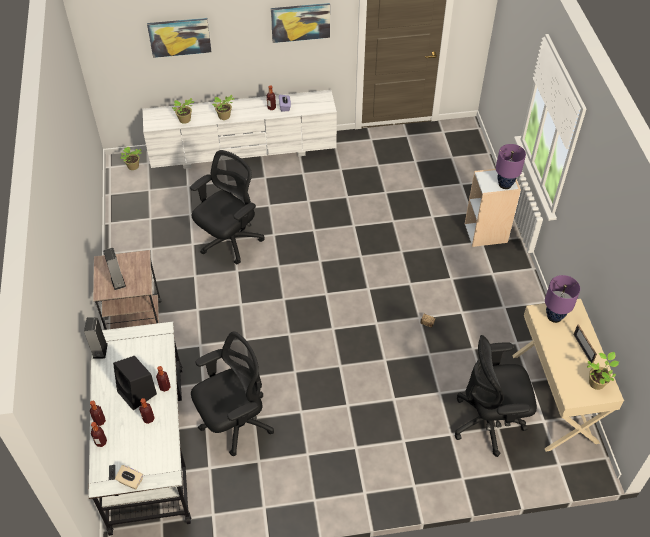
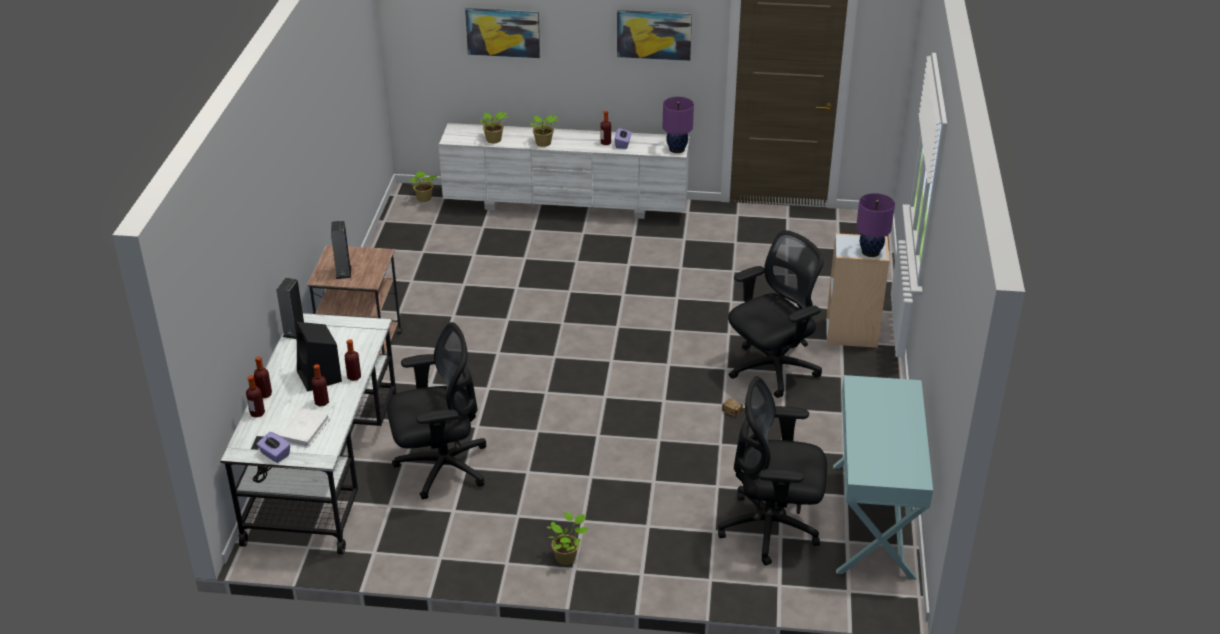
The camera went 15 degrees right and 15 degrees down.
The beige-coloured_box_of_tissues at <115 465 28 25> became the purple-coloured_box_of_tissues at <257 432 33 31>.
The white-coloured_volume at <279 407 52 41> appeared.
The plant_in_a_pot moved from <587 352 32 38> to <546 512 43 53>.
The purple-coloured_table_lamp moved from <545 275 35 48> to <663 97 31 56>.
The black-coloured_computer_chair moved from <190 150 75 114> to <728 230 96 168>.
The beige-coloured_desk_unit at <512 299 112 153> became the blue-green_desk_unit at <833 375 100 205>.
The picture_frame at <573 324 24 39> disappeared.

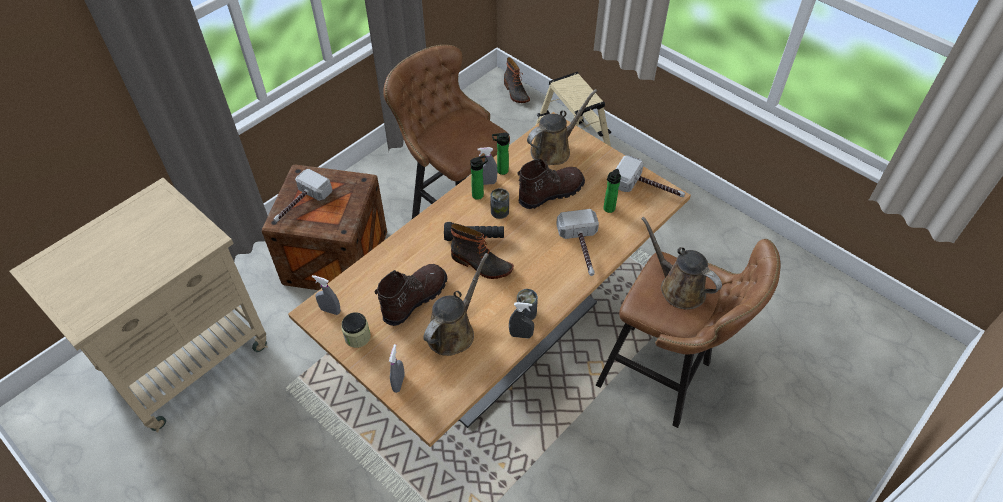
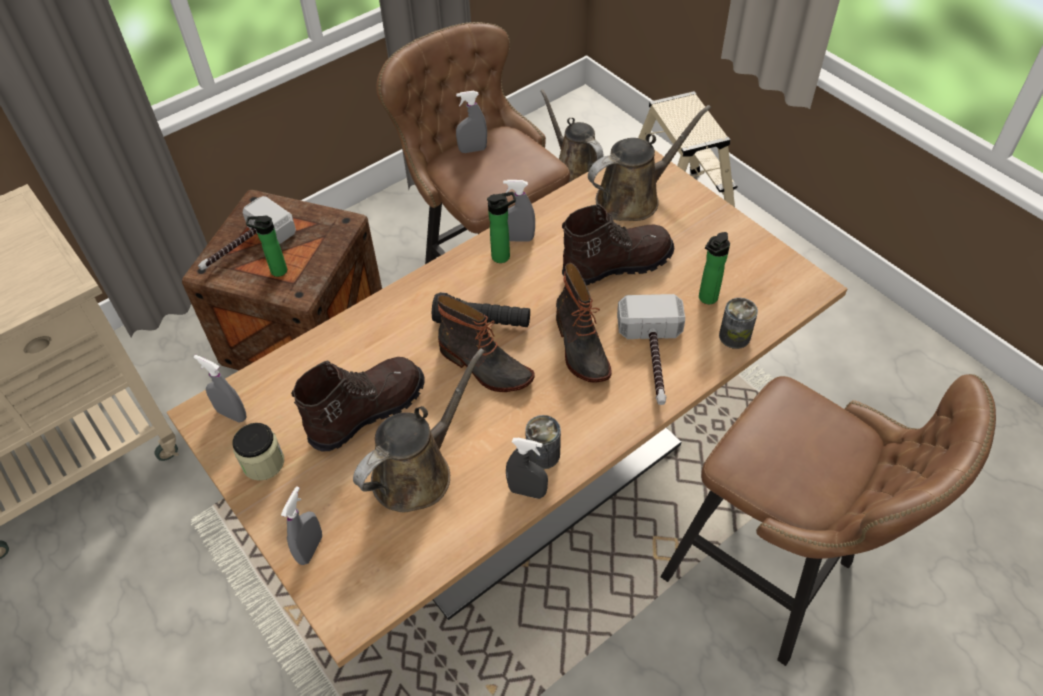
The camera went 10 degrees right and 0 degrees up.
The beverage_bottle moved from <492 132 17 43> to <246 215 41 62>.
The greyish_hand_sprayer at <456 91 31 62> appeared.
The brownish_sprinkling_can moved from <641 216 81 94> to <540 89 64 93>.
The tall_boot moved from <504 57 26 46> to <556 263 56 120>.
The sealed_can moved from <490 188 19 31> to <719 298 39 51>.
The hand_hammer at <616 155 69 42> disappeared.

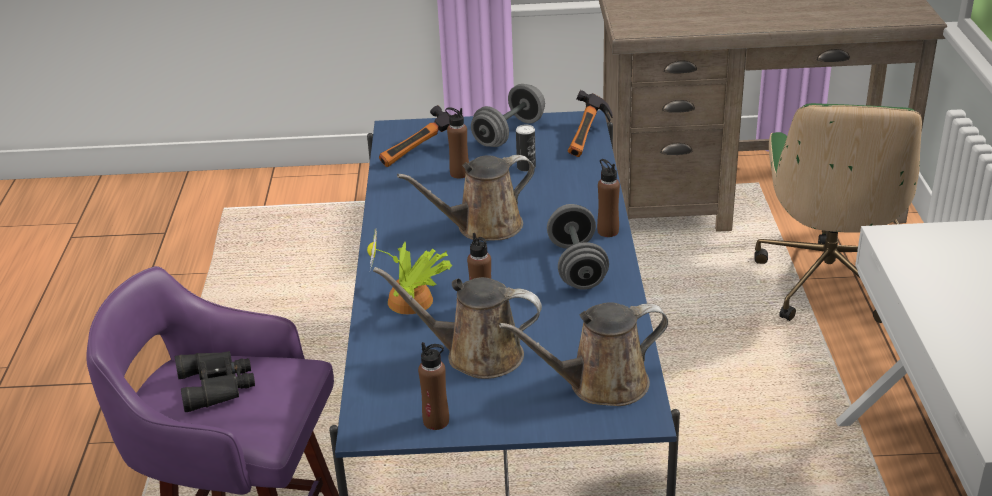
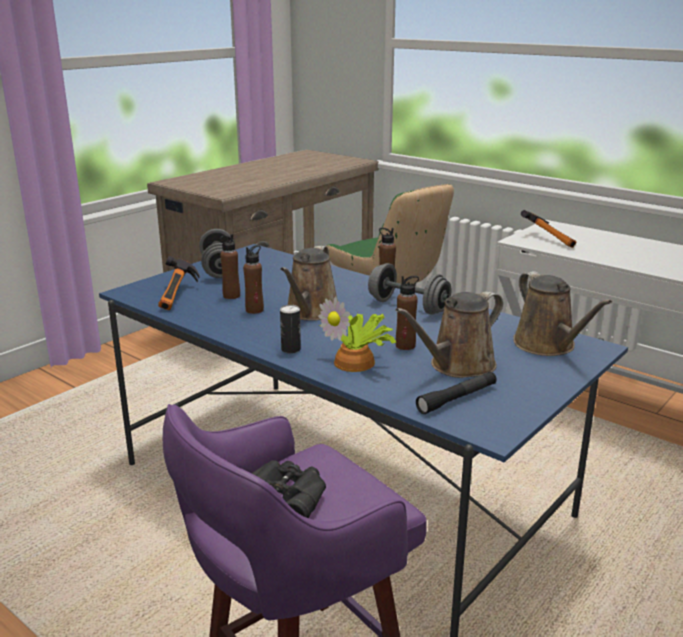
The camera went 50 degrees left and 10 degrees down.
The brownish_beverage_bottle moved from <418 342 31 88> to <243 245 21 69>.
The sealed_can moved from <516 125 20 46> to <280 305 21 48>.
The black-coloured_flashlight at <416 372 81 42> appeared.
The brownish_sprinkling_can at <499 302 169 104> turned 45 degrees counterclockwise.
The hand_hammer moved from <568 90 45 67> to <521 210 55 38>.

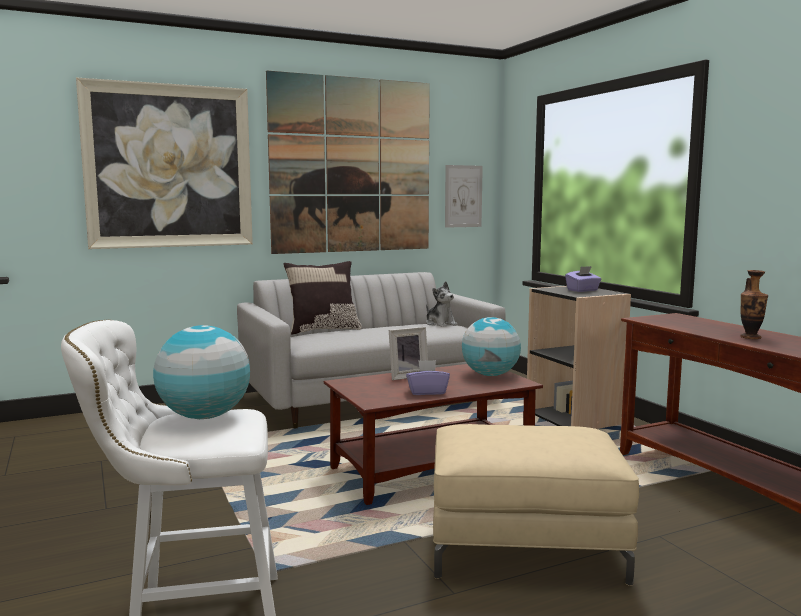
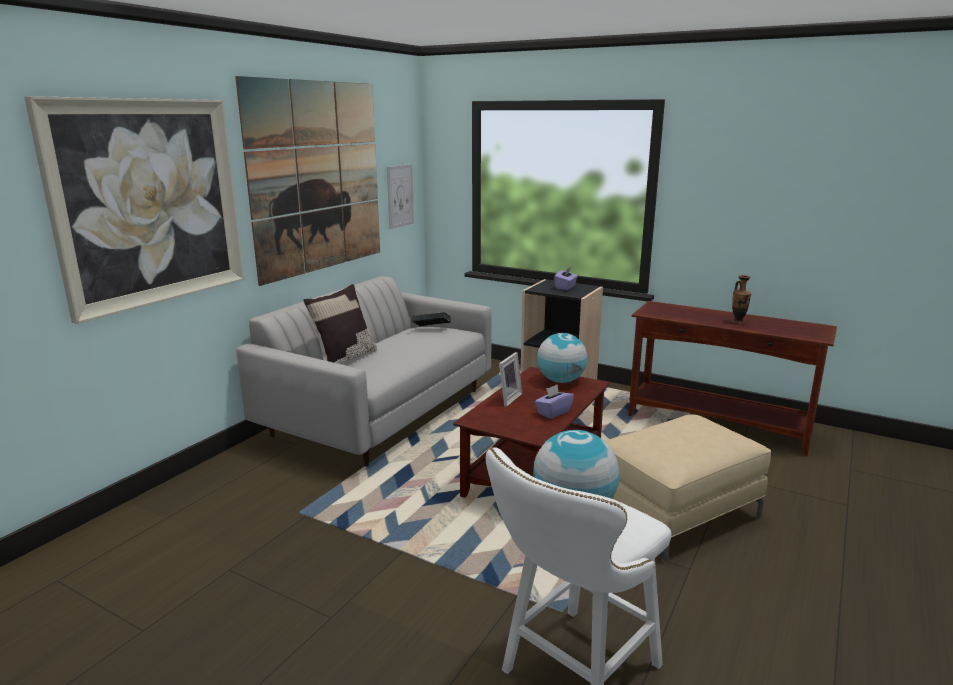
The camera went 35 degrees left and 10 degrees up.
The soft_toy at <426 281 32 46> was replaced by the volume at <412 312 39 14>.

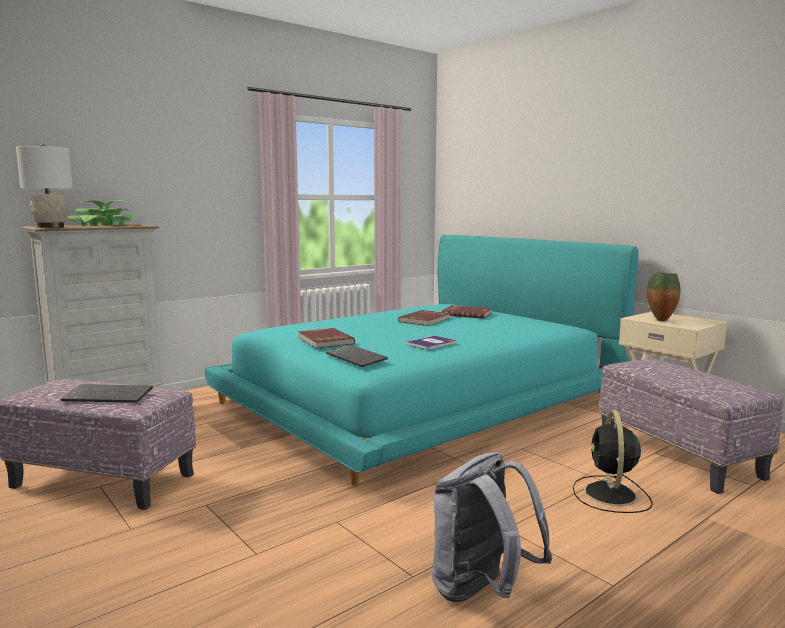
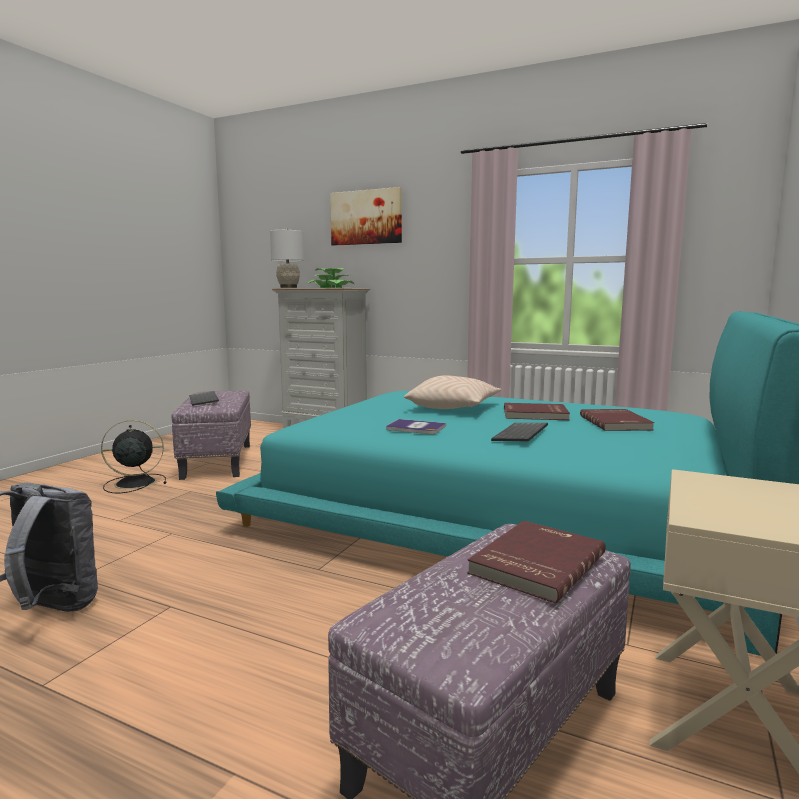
The camera went 65 degrees right and 0 degrees up.
The black-coloured_electric_fan moved from <573 410 80 103> to <101 420 65 73>.
The wall_picture at <330 187 72 59> appeared.
The beige-coloured_pillow at <404 375 98 34> appeared.
The red-coloured_volume moved from <298 328 57 21> to <467 521 139 83>.
The keyboard moved from <326 345 62 22> to <491 423 57 19>.
The vase at <646 272 34 49> disappeared.

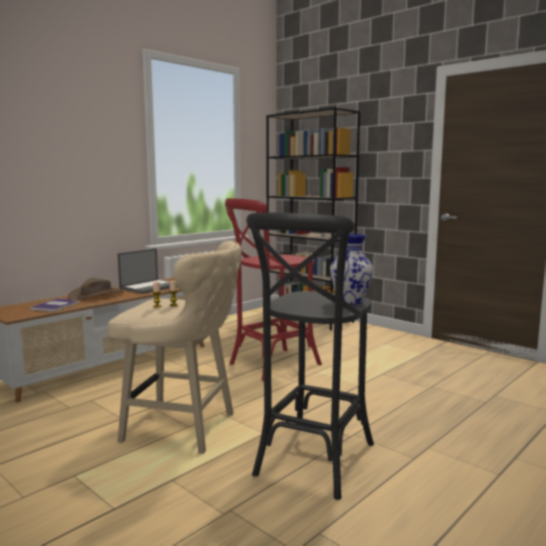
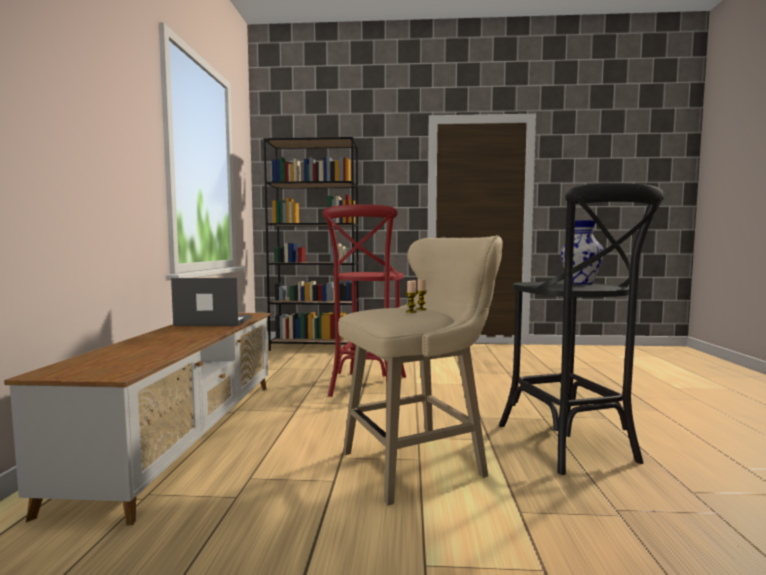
The camera went 40 degrees left and 5 degrees down.
The notebook_computer at <117 248 61 46> turned 90 degrees counterclockwise.
The volume at <30 298 49 14> disappeared.
The brownish_wearable_hat at <68 278 56 22> disappeared.

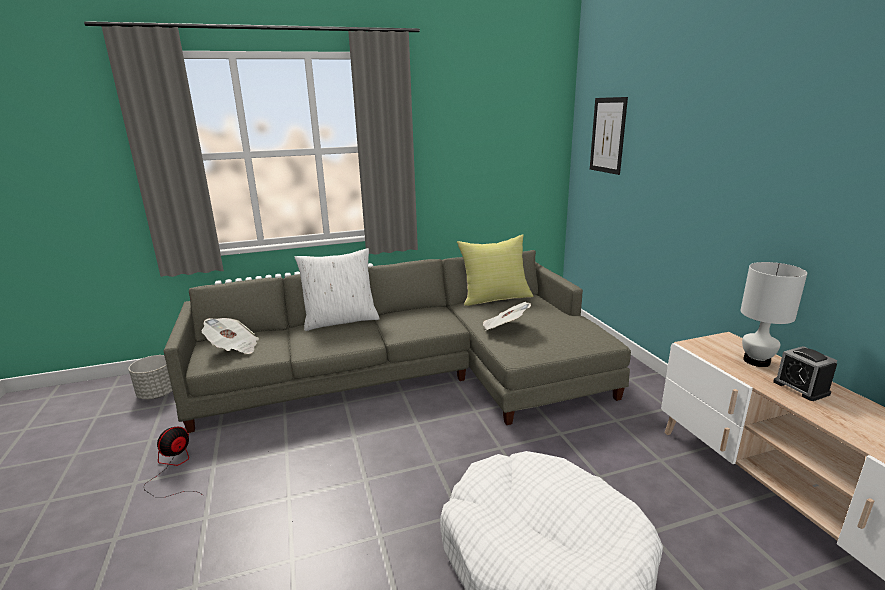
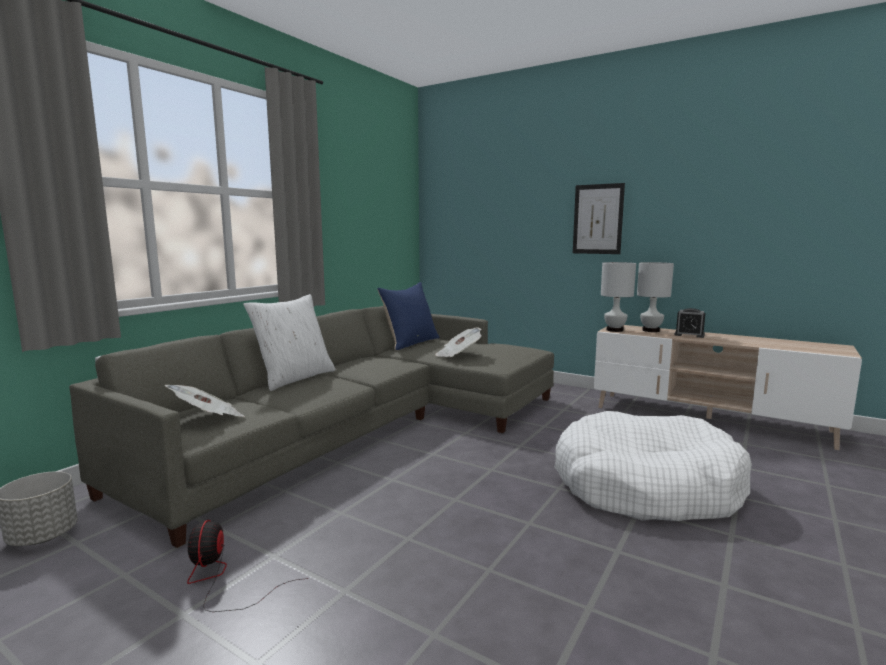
The camera went 40 degrees left and 10 degrees down.
The yellow-coloured_pillow at <457 234 76 72> became the blue-coloured_pillow at <377 282 63 68>.
The wall_picture moved from <590 97 38 78> to <573 183 52 71>.
The white-coloured_table_lamp at <601 262 35 70> appeared.

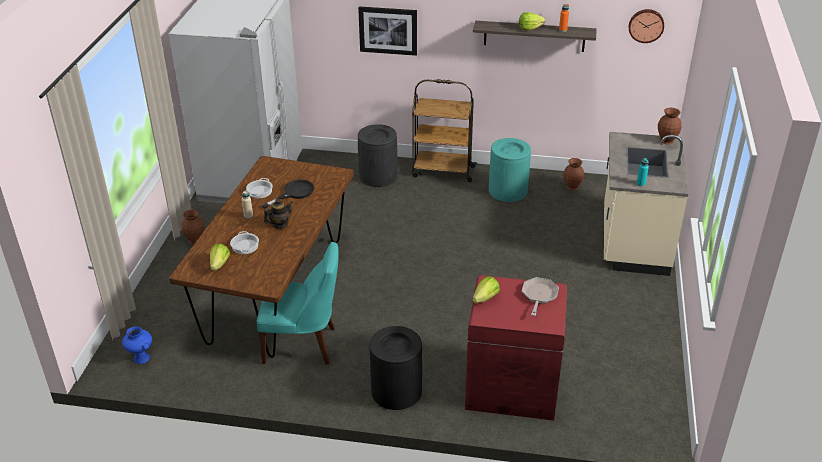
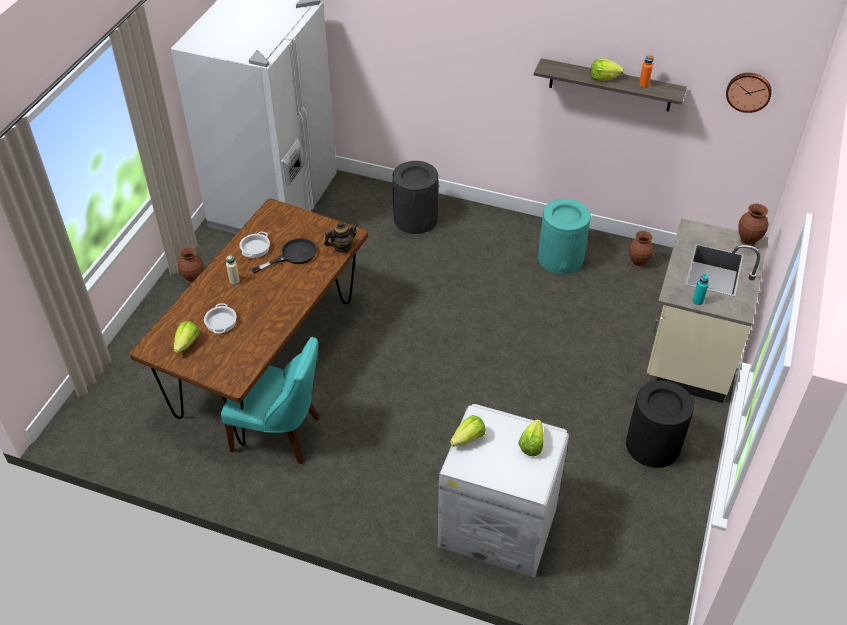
The camera went 10 degrees right and 10 degrees up.
The pot_for_tea moved from <264 199 29 29> to <324 222 34 30>.
The red-coloured_washing_machine at <465 275 102 145> became the white-coloured_washing_machine at <438 404 131 174>.
The pan at <522 277 37 39> was replaced by the lettuce_head at <518 419 26 37>.
The black-coloured_rubbish_bin moved from <369 326 53 84> to <626 381 68 87>.
The blue-coloured_vase at <122 326 30 38> disappeared.
The wall_picture at <358 6 59 50> disappeared.
The brownish_trolley at <411 79 67 104> disappeared.

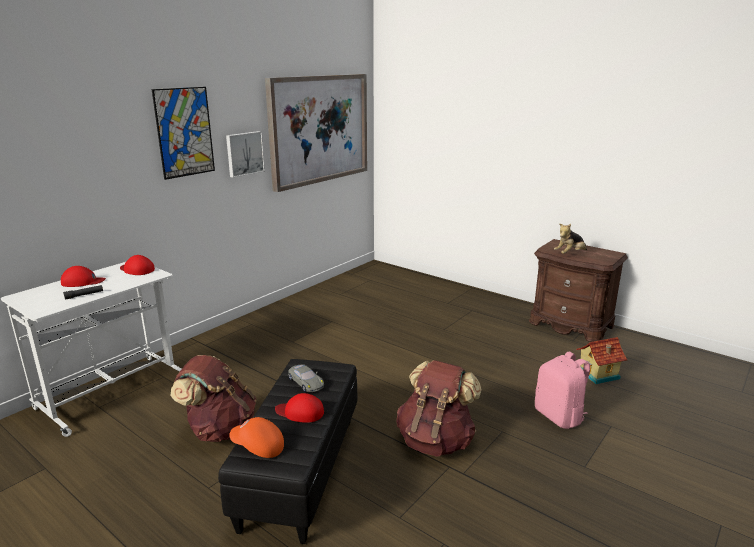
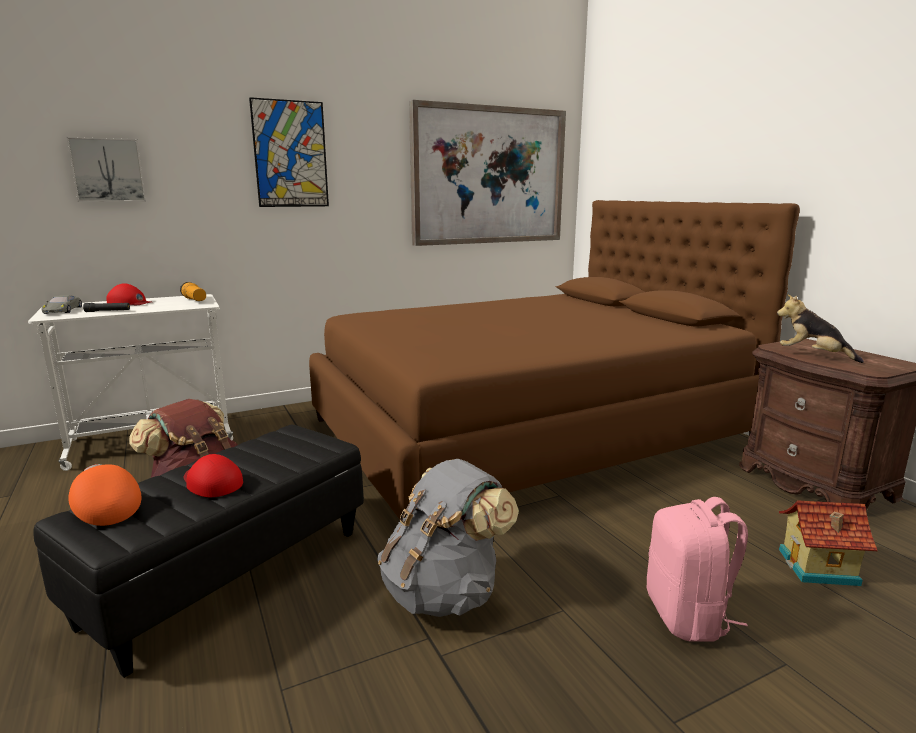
The camera went 25 degrees right and 5 degrees down.
The greyish_miniature_car moved from <288 365 36 27> to <41 295 41 19>.
The wall_picture moved from <226 131 39 47> to <67 137 79 65>.
The red-coloured_cap at <120 255 35 20> was replaced by the flashlight at <180 282 26 19>.
The brownish_bedroom_bed at <309 200 491 319> appeared.
The brownish_backpack at <396 360 86 97> became the greyish_backpack at <377 459 142 158>.
The soft_toy at <554 224 33 30> turned 45 degrees clockwise.

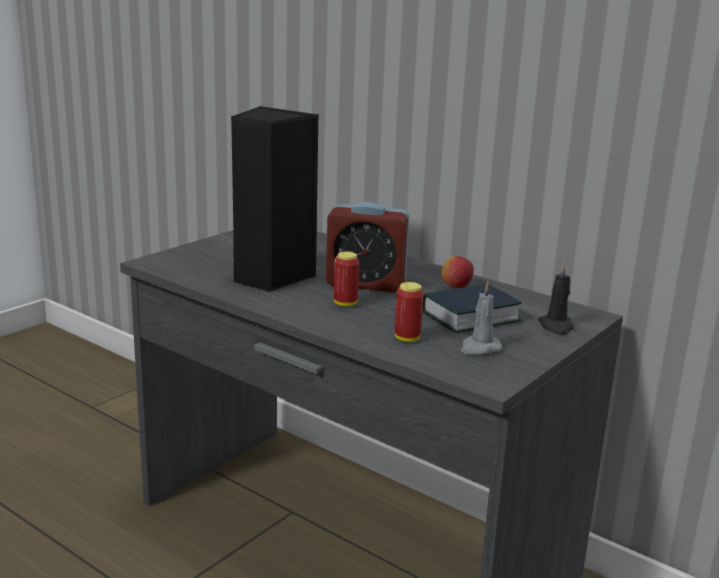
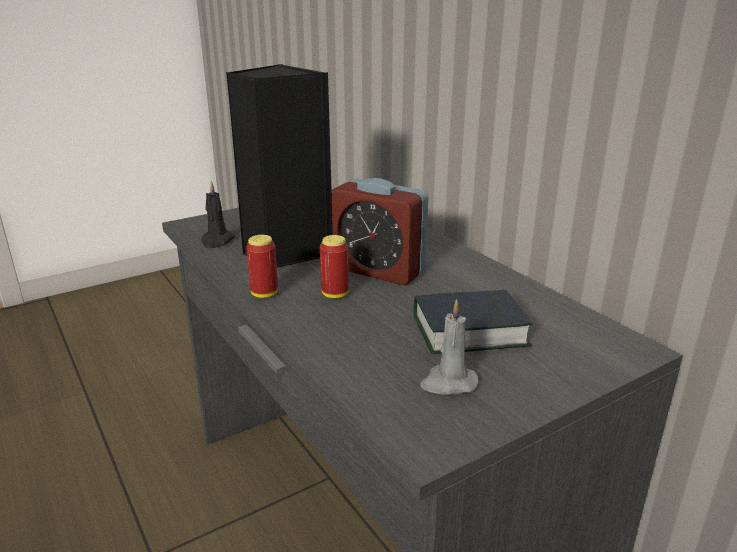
The camera went 20 degrees right and 5 degrees up.
The black-coloured_wax_candle moved from <538 263 36 72> to <201 181 34 67>.
The sealed_can moved from <395 282 29 60> to <246 235 32 63>.
The whole_apple at <441 256 33 32> disappeared.

